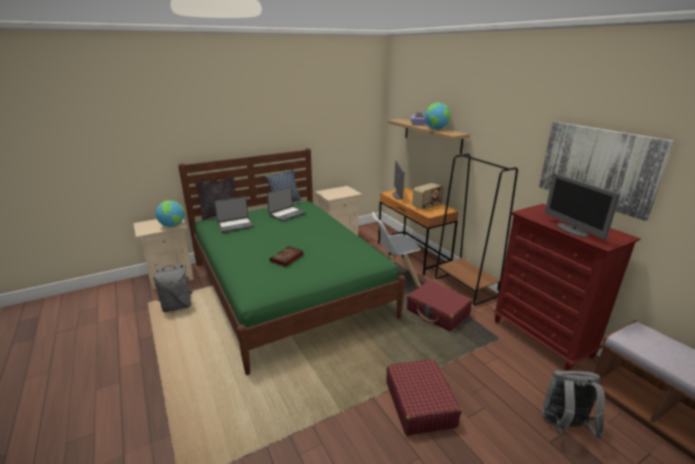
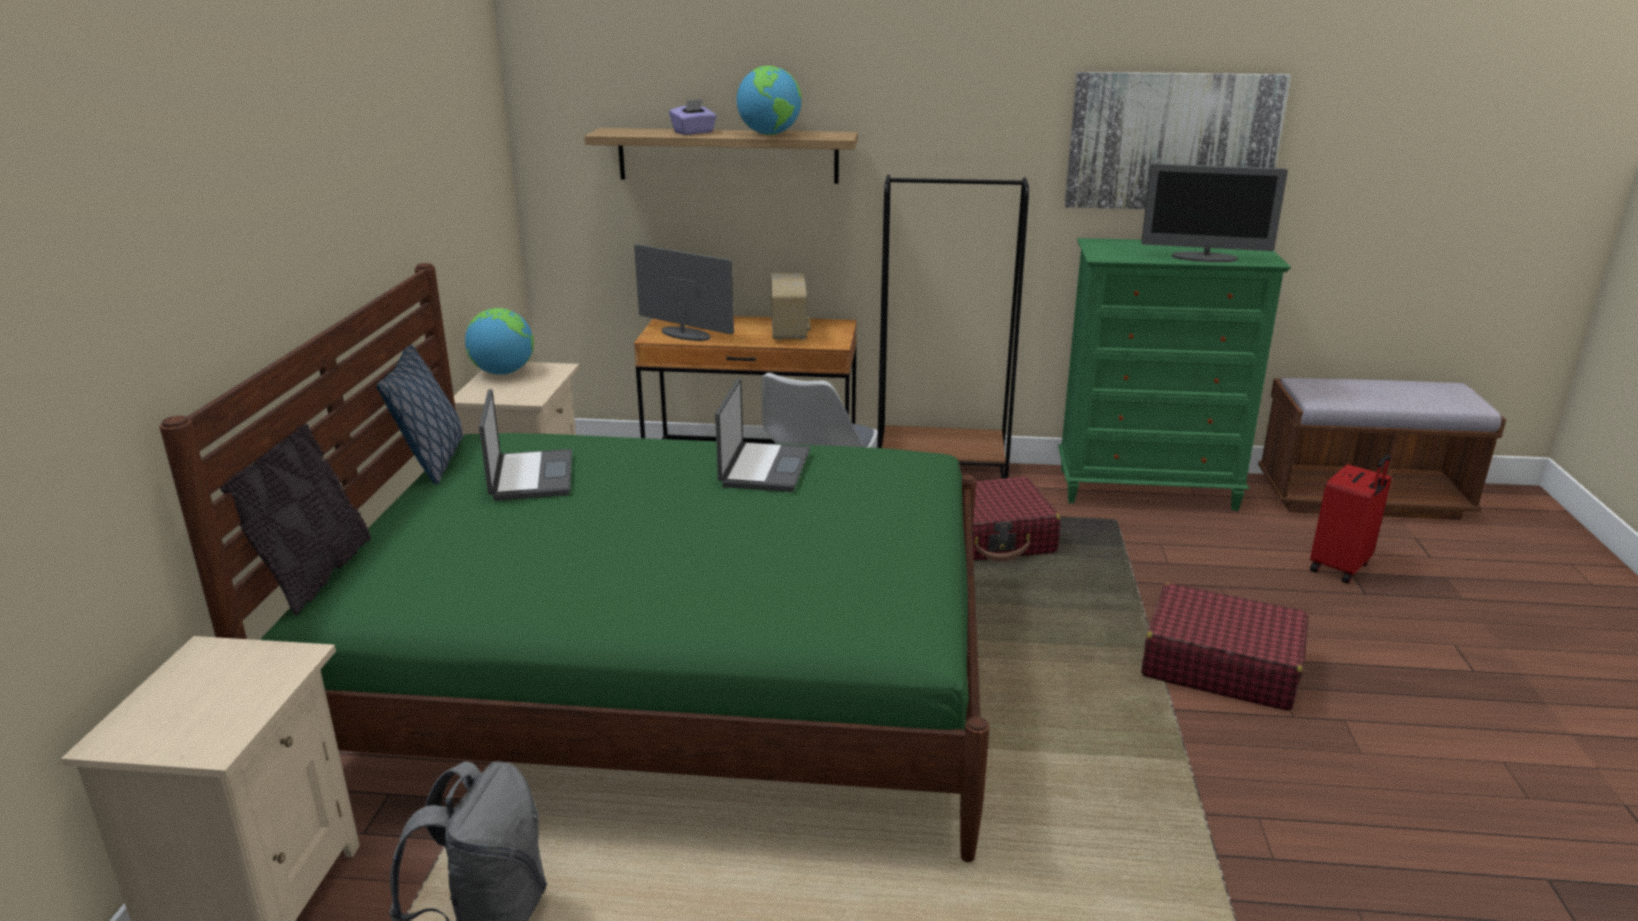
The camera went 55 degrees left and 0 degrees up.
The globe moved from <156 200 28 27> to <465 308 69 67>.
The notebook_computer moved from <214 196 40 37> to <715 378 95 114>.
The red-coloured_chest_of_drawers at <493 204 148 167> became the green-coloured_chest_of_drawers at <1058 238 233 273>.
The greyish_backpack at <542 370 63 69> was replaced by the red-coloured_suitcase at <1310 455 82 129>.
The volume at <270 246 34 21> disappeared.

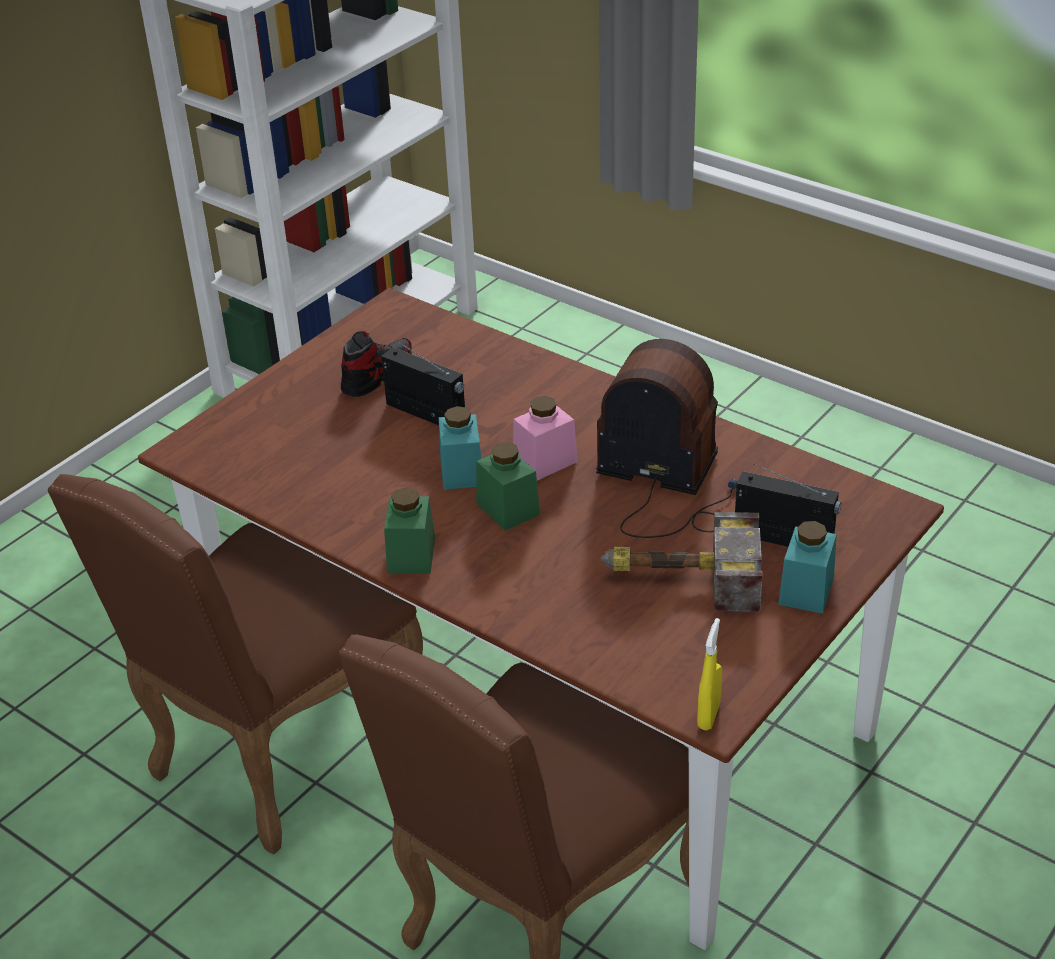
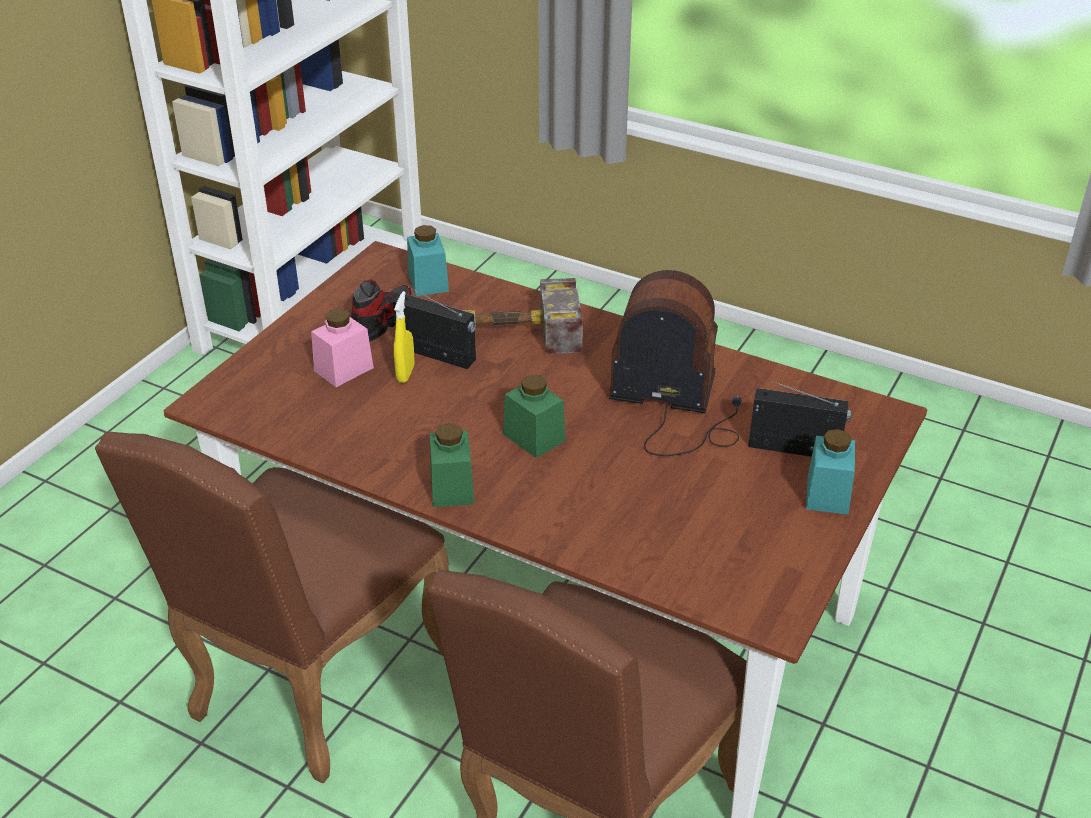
The camera went 10 degrees left and 0 degrees up.
The pink_jar moved from <513 396 65 85> to <311 308 63 79>.
The yellow-coloured_hand_sprayer moved from <697 618 25 112> to <394 291 20 92>.
The blue-green_jar moved from <439 406 42 84> to <407 225 42 71>.
The hand_hammer moved from <601 512 162 100> to <463 278 120 76>.

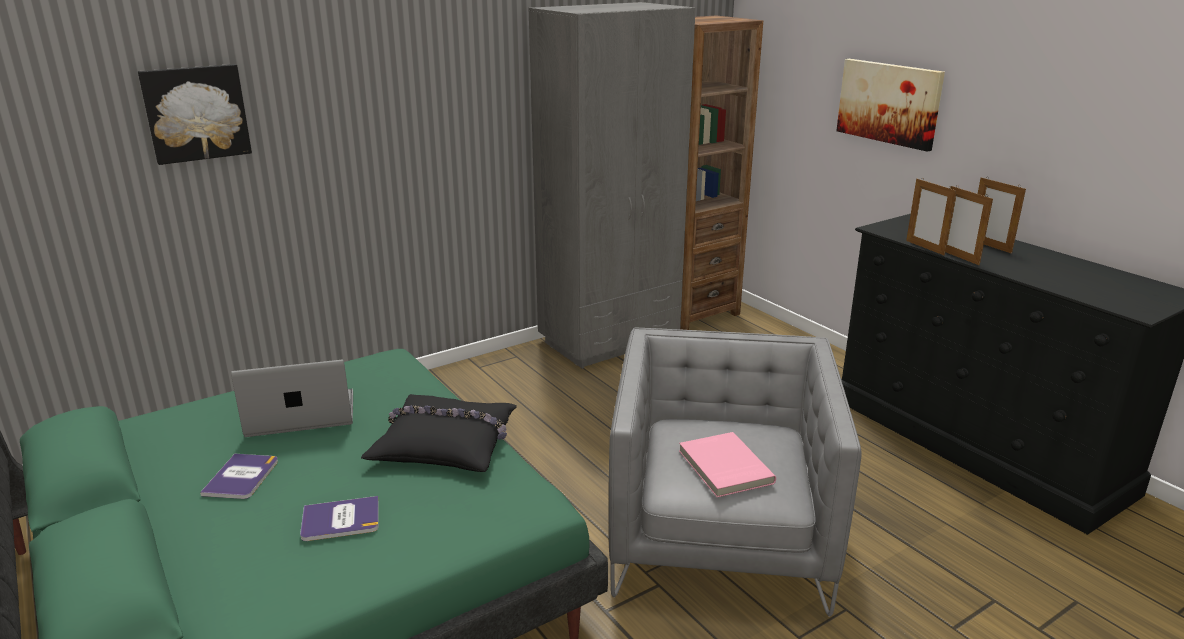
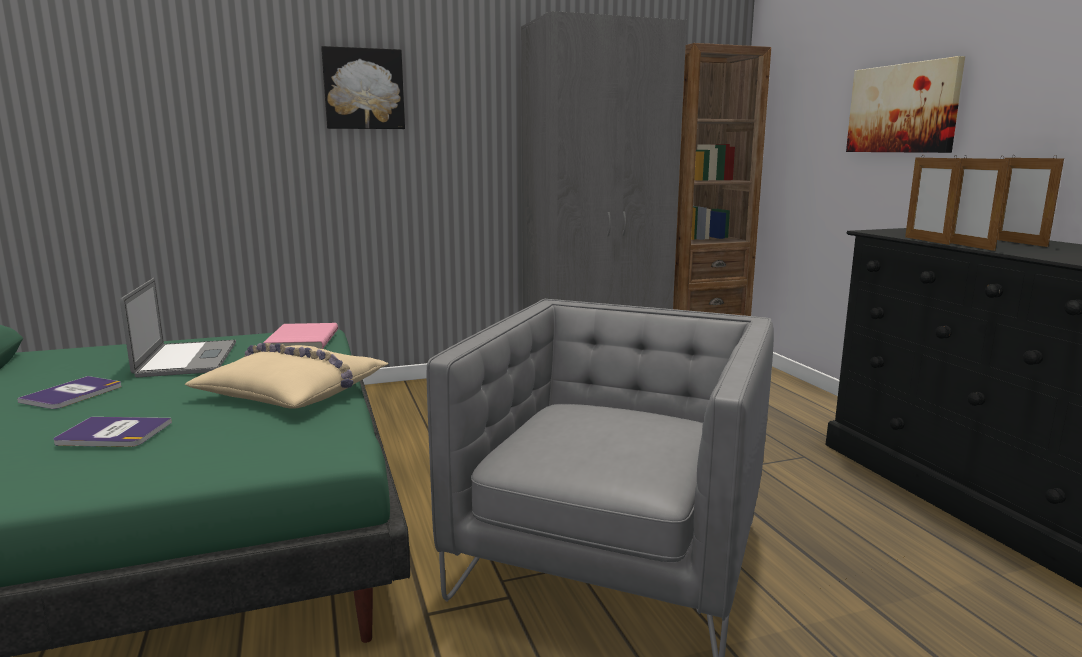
The camera went 15 degrees right and 10 degrees down.
The notebook_computer at <231 359 122 78> turned 75 degrees clockwise.
The black-coloured_pillow at <361 394 156 78> became the beige-coloured_pillow at <185 343 204 66>.
The pink_volume moved from <679 432 97 65> to <263 323 75 26>.
The wall_picture moved from <138 64 114 101> to <321 46 84 83>.

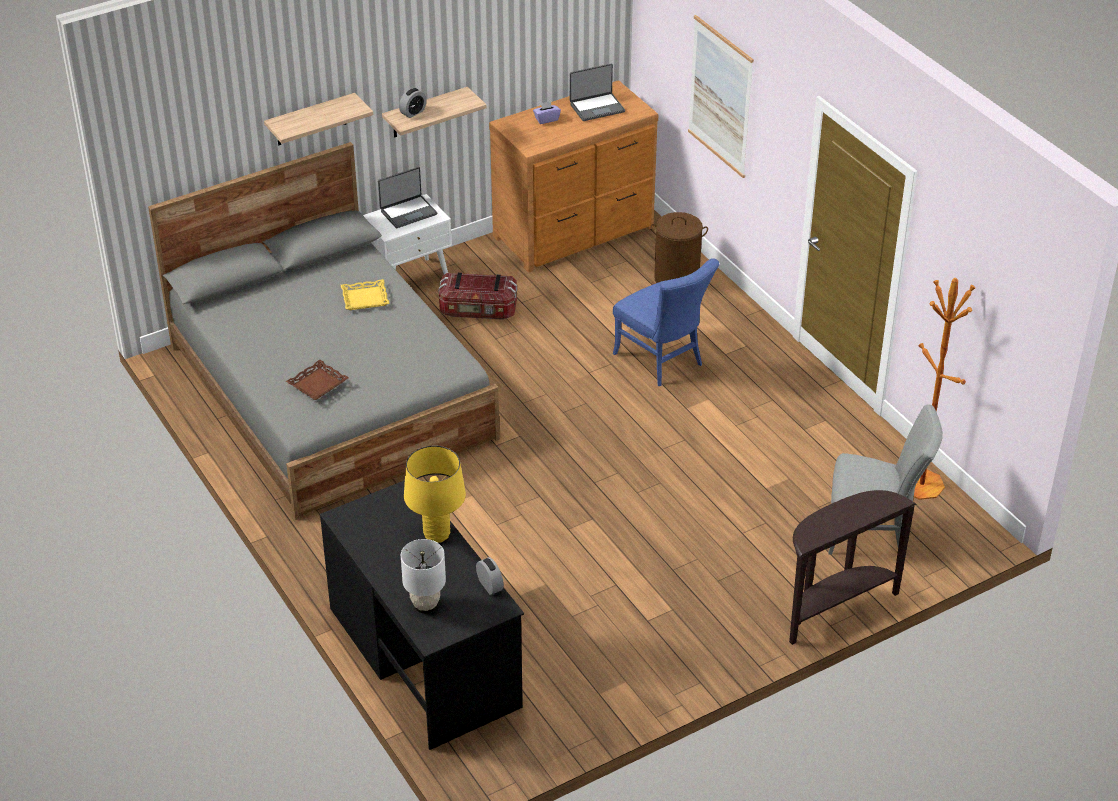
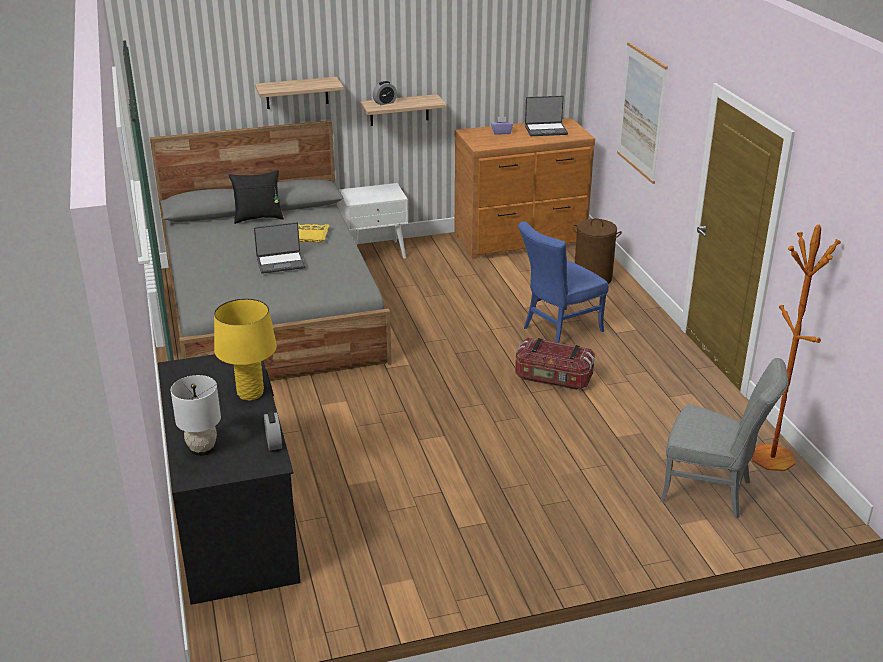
The camera went 15 degrees right and 10 degrees down.
The black-coloured_pillow at <229 170 55 54> appeared.
The notebook_computer moved from <378 167 59 61> to <254 222 52 52>.
The storage_container moved from <438 272 79 48> to <515 337 80 53>.
The blue-coloured_chair at <613 258 106 128> turned 75 degrees clockwise.
The brownish_carrying_tray at <286 360 63 40> disappeared.
The brownish_hall_table at <789 490 127 155> disappeared.

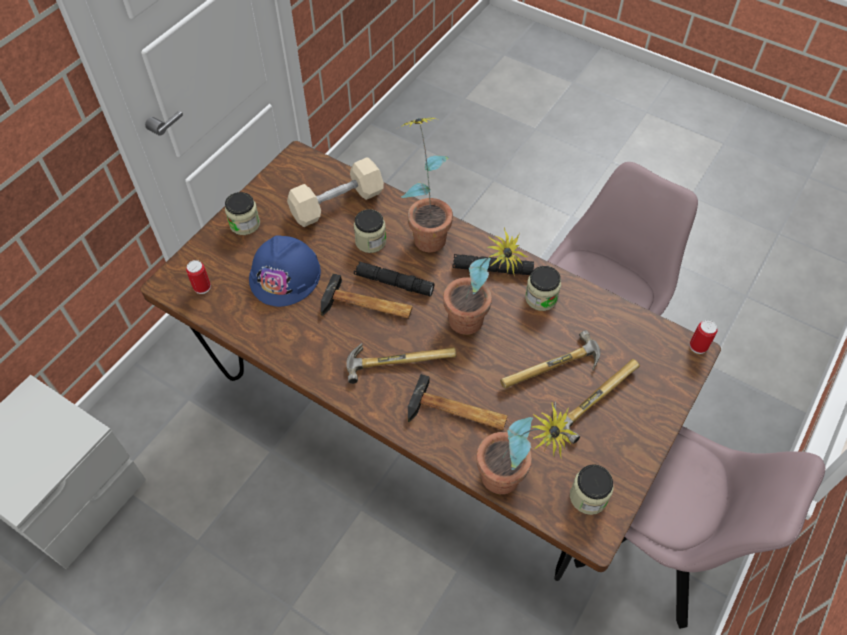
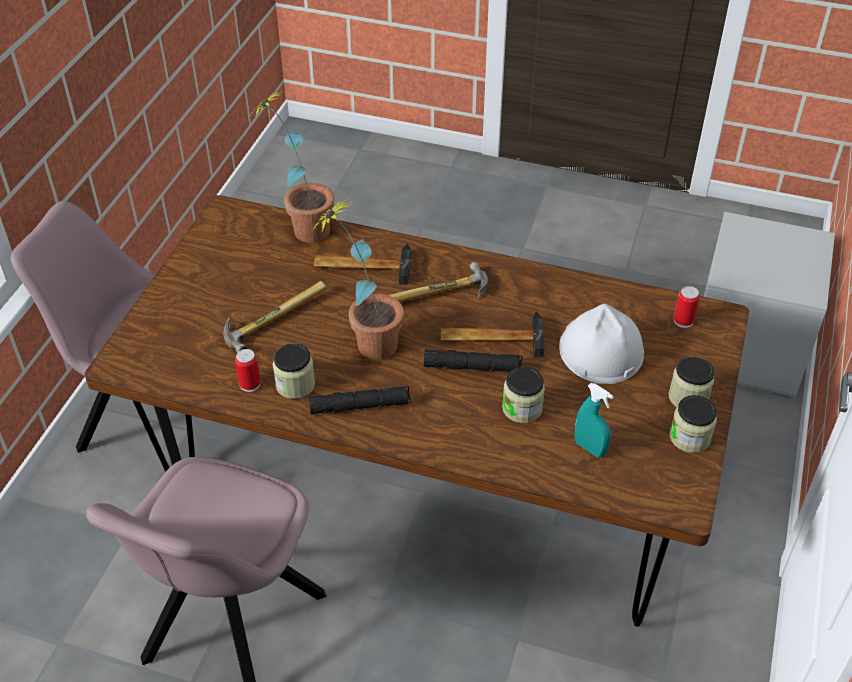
The camera went 165 degrees right and 10 degrees down.
The sealed_can moved from <690 320 27 34> to <235 349 26 43>.
The blue-coloured_work_helmet at <249 235 72 72> became the white-coloured_work_helmet at <559 304 85 80>.
The beige-coloured_dumbbell at <287 157 97 70> was replaced by the blue-green_hand_sprayer at <575 383 39 75>.
The jar moved from <570 464 43 51> to <669 395 48 58>.
The plant_in_a_pot at <401 117 52 135> disappeared.
The hand_hammer at <552 359 88 85> disappeared.

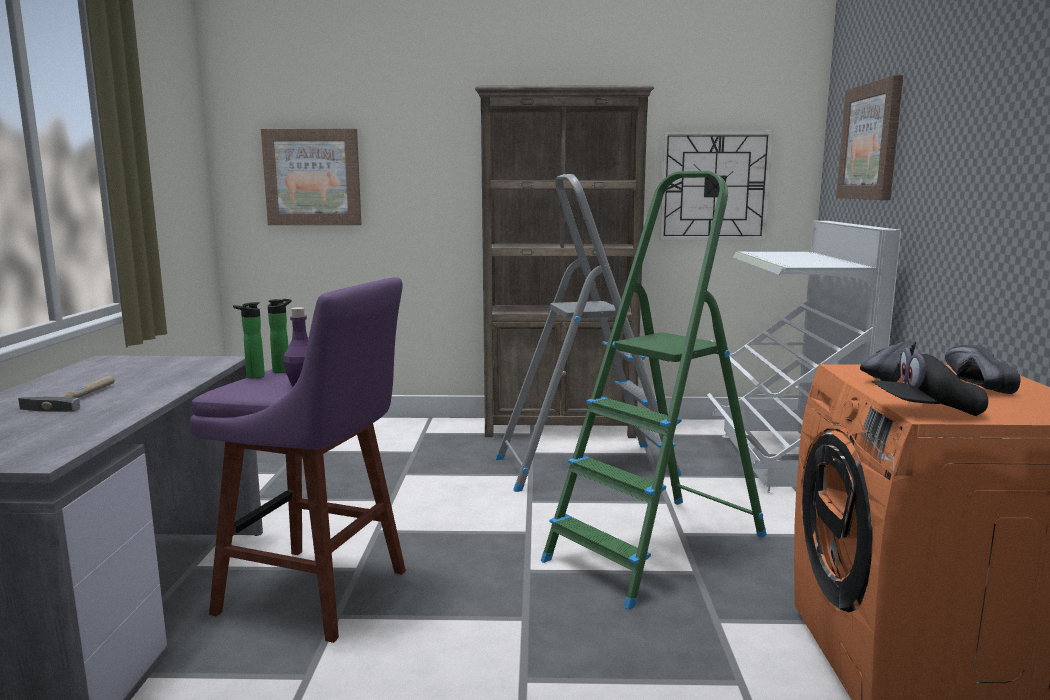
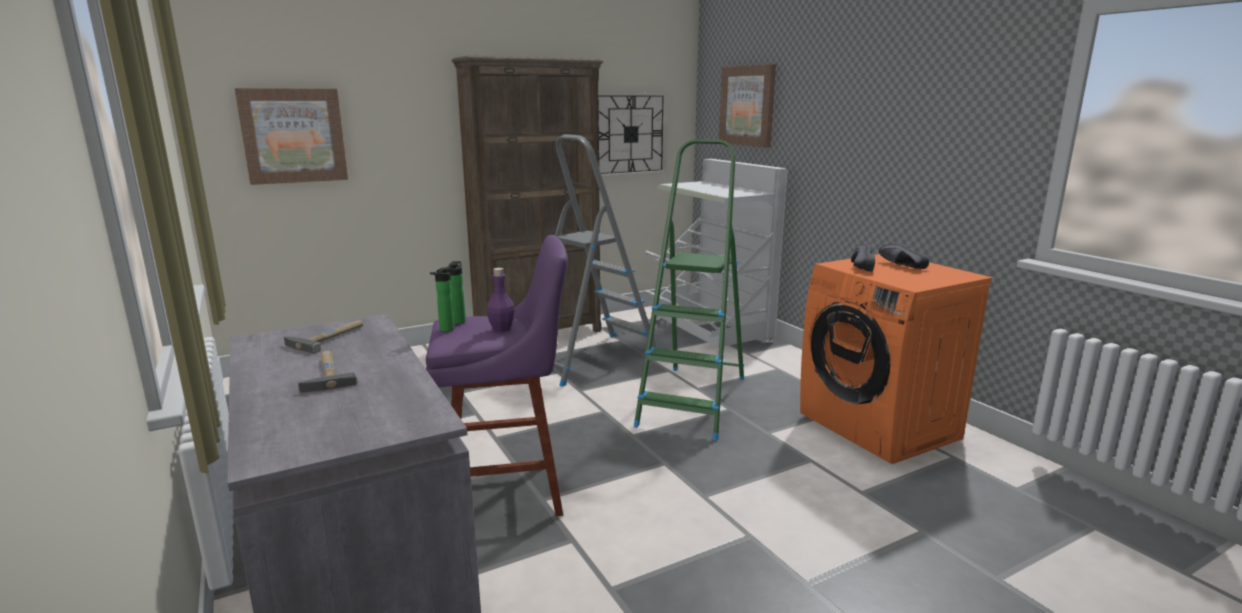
The camera went 30 degrees left and 5 degrees up.
The hand_hammer at <284 320 79 33> appeared.
The black-coloured_cap at <872 348 116 68> disappeared.

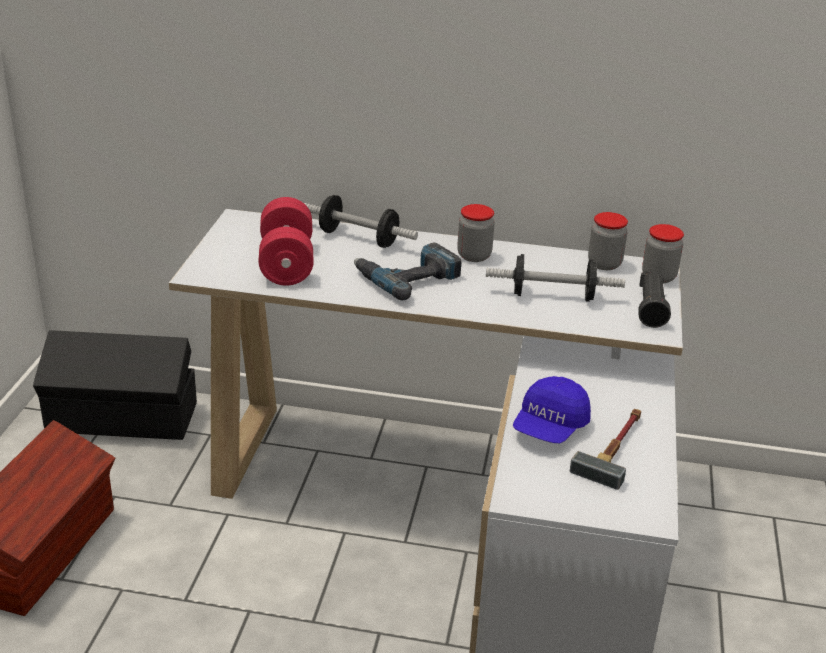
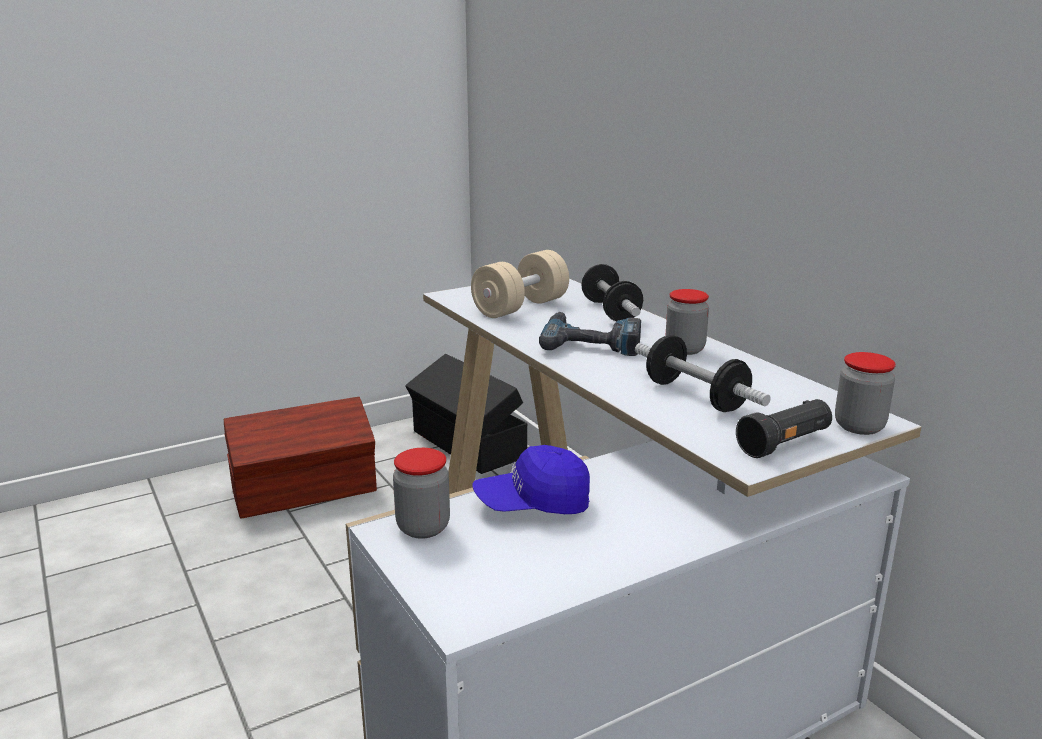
The camera went 50 degrees right and 10 degrees down.
The jar moved from <588 212 40 58> to <393 448 57 91>.
The red-coloured_dumbbell at <259 197 55 89> became the beige-coloured_dumbbell at <471 250 98 68>.
The hand_hammer at <570 409 71 81> disappeared.

